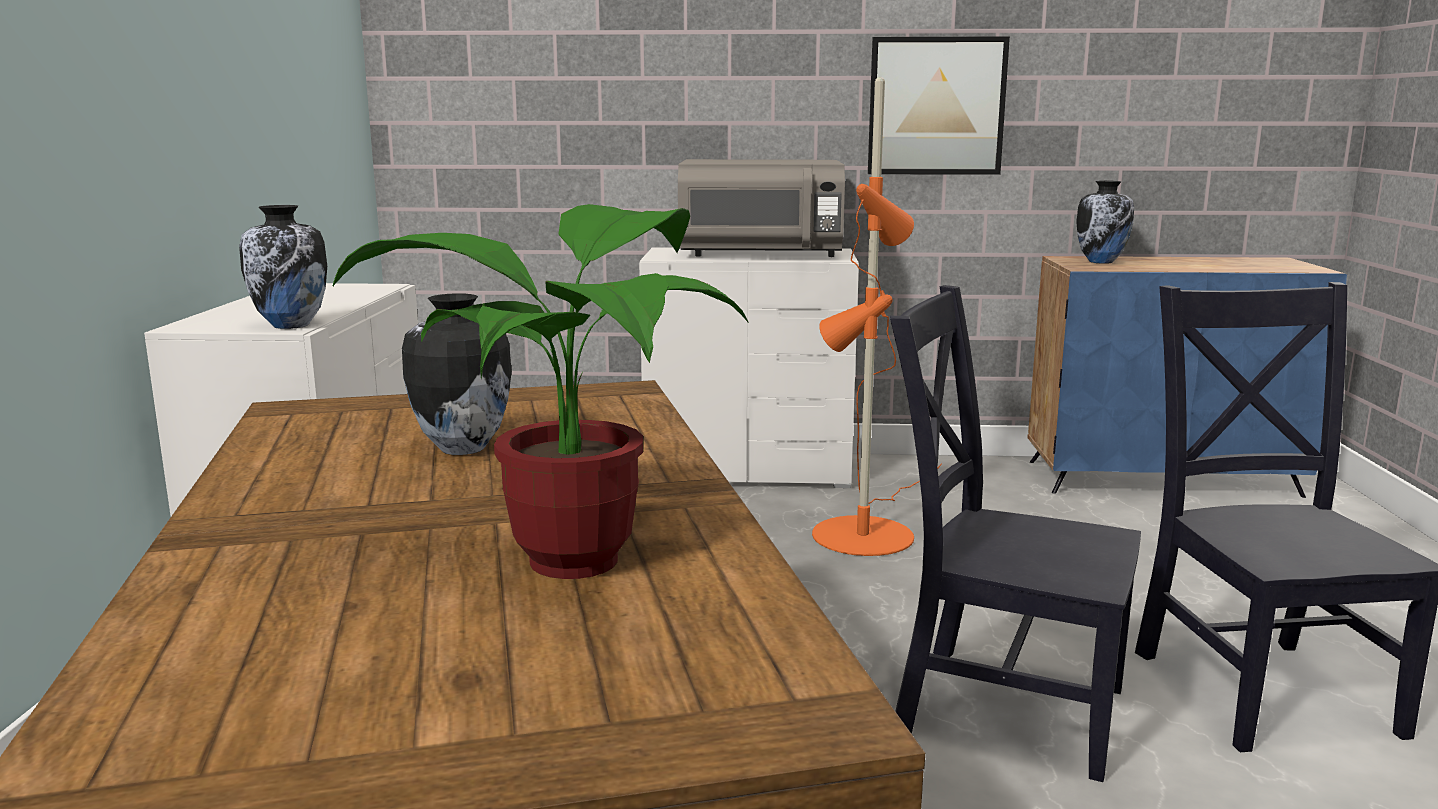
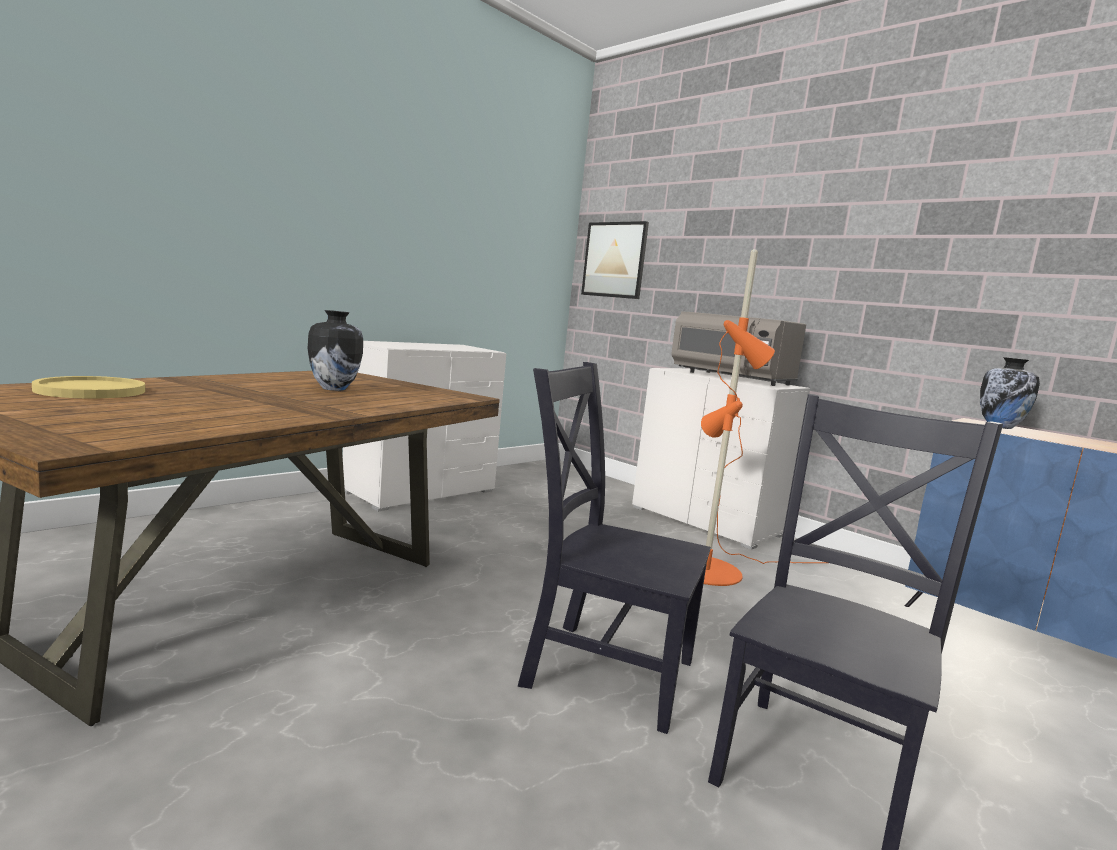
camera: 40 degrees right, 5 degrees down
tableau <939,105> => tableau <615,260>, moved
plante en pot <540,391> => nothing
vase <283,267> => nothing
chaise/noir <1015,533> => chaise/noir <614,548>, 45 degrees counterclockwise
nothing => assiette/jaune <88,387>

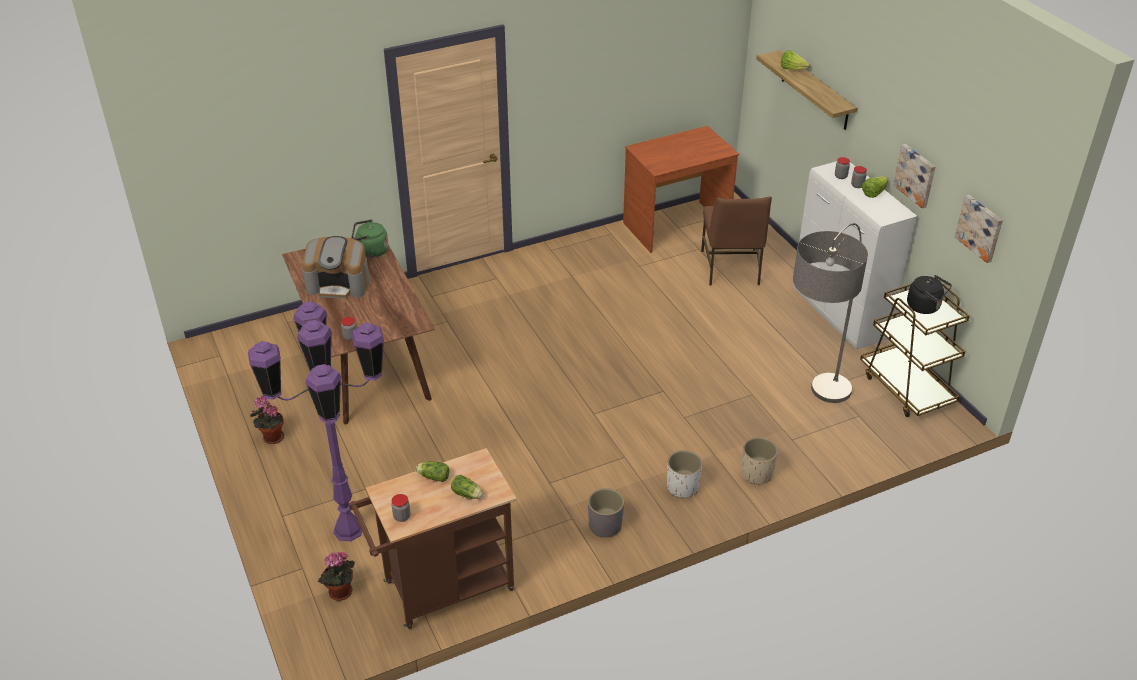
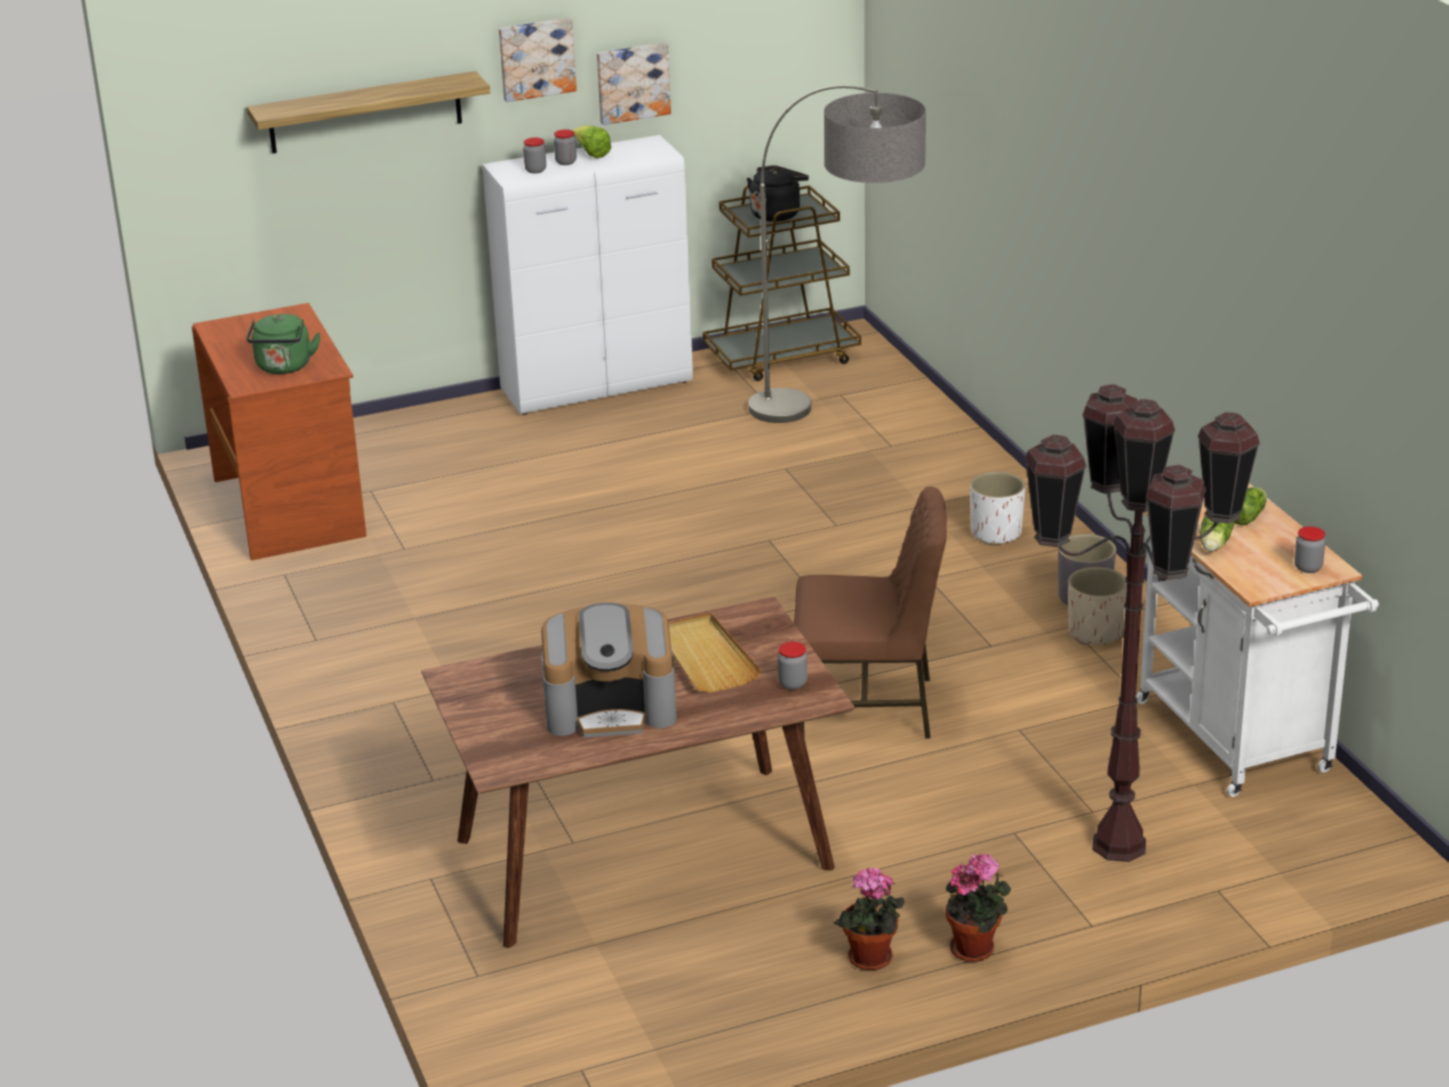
camera: 85 degrees left, 10 degrees down
laitue <796,60> => nothing
tableau <978,229> => tableau <538,60>, moved
chaise/marron <736,241> => chaise/marron <870,613>, moved
bouilloire/vert <369,238> => bouilloire/vert <283,344>, moved
machine à café <336,267> => machine à café <609,670>, 75 degrees clockwise
lampadaire/violet <316,421> => lampadaire/marron <1142,623>
cache-pot/beige <759,460> => cache-pot/beige <1097,606>, moved
chariot/marron <433,538> => chariot/blanc <1257,640>
plante en pot <336,576> => plante en pot <978,907>, moved
nothing => plateau/beige <715,653>

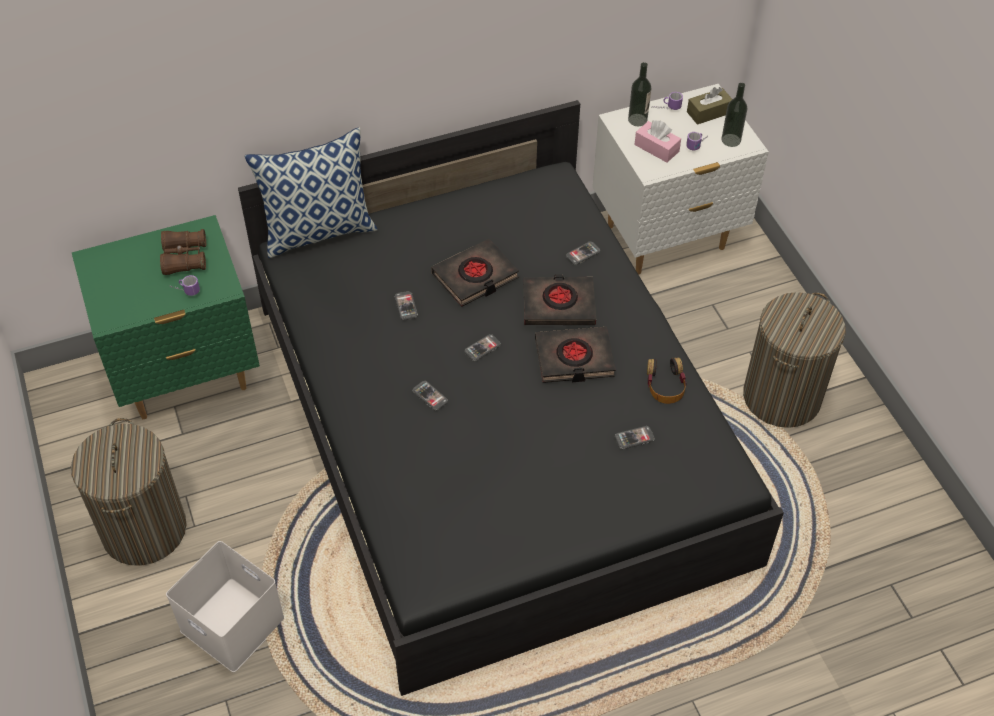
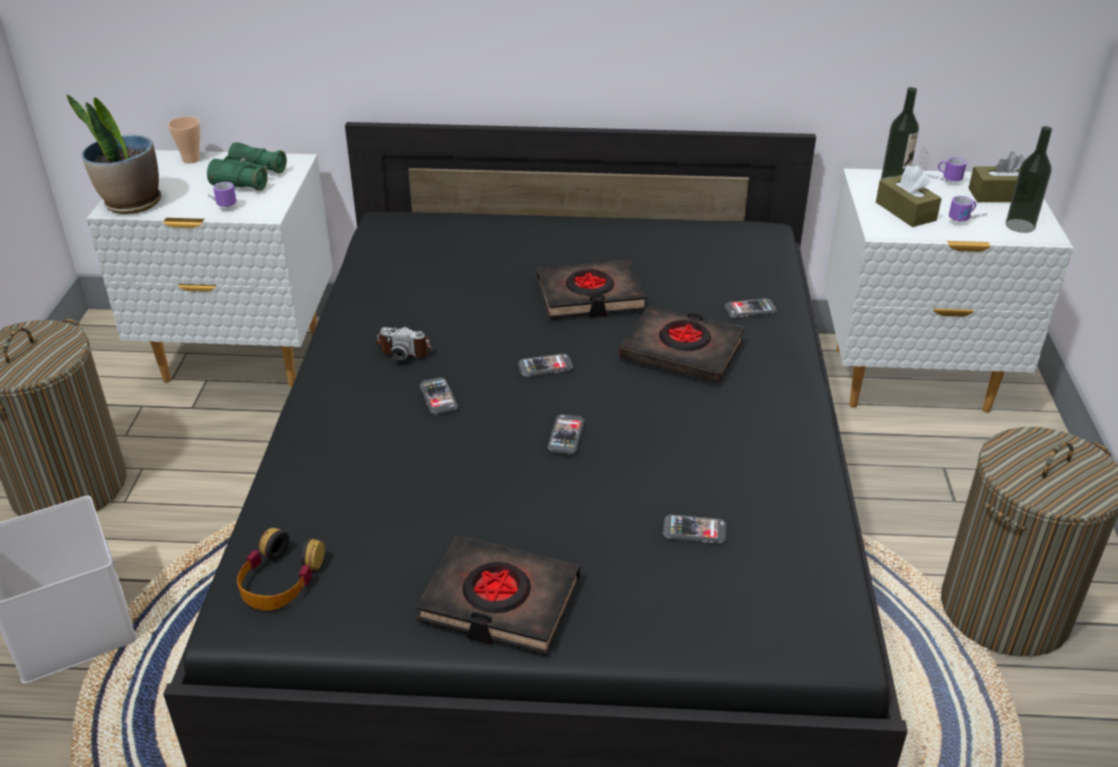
camera: 25 degrees right, 15 degrees down
boîte à mouchoirs/rose <657,141> => boîte à mouchoirs/marron <909,196>
coussin <311,192> => nothing
table de chevet/vert <166,317> => table de chevet/blanc <209,268>
jumelles/marron <183,252> => jumelles/vert <247,166>
téléphone <406,305> => téléphone <565,434>, moved
livre/noir <575,355> => livre/noir <498,595>, moved
casque audio <666,381> => casque audio <281,569>, moved
nothing => plante en pot <114,154>
nothing => tasse <184,140>
nothing => appareil photo <404,344>

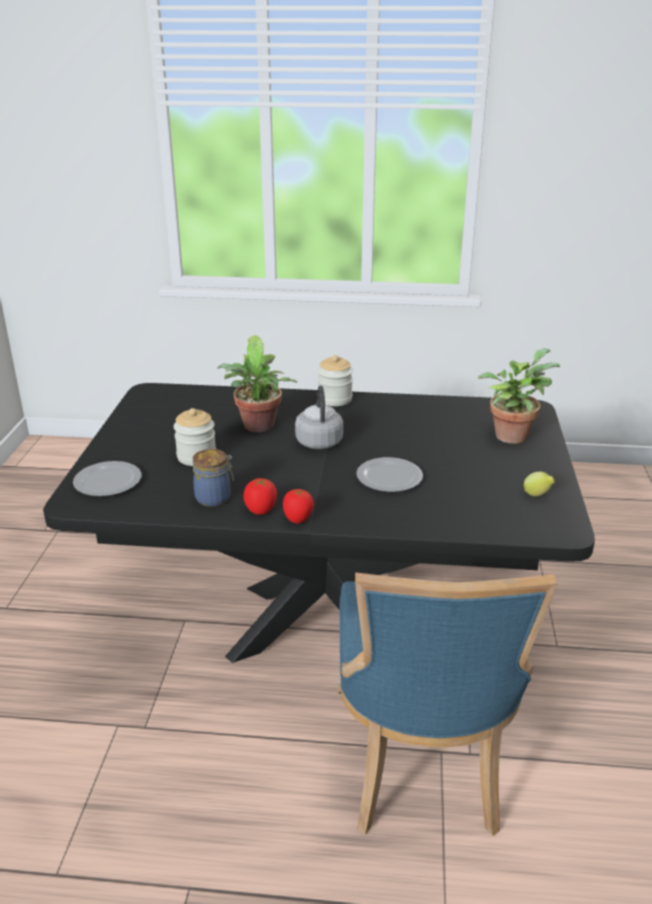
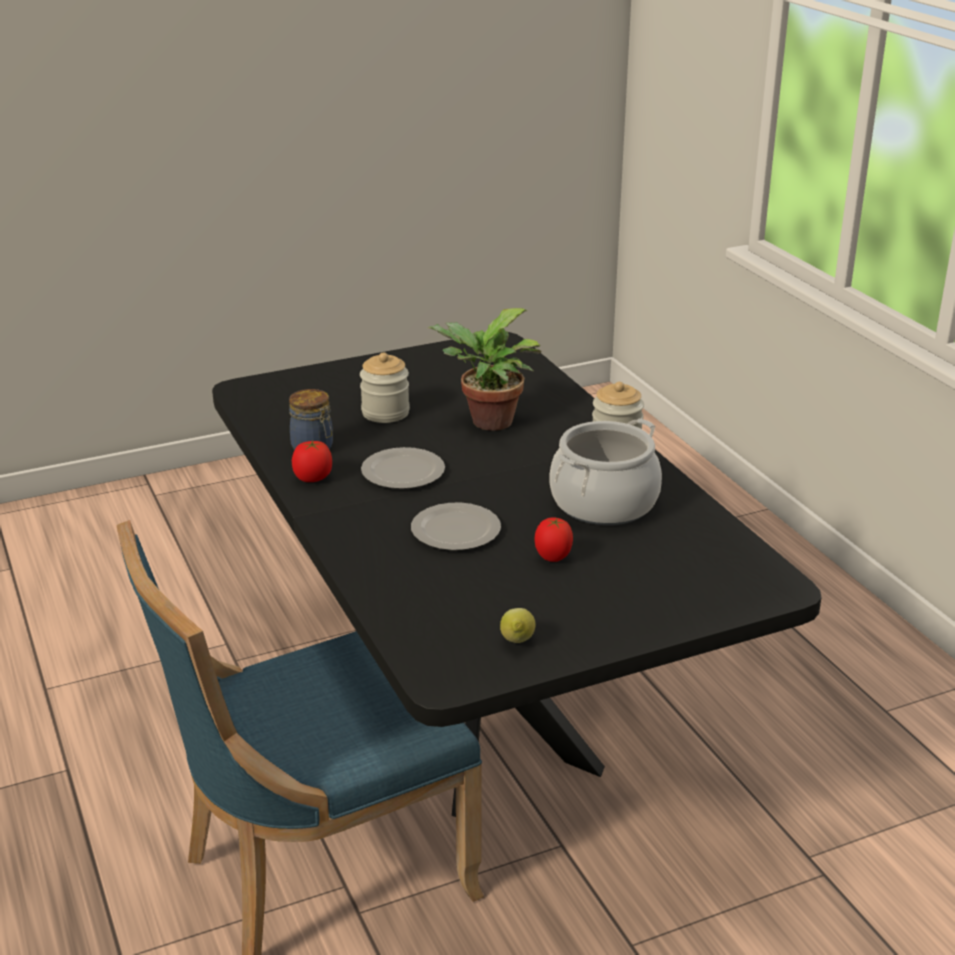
camera: 60 degrees right, 0 degrees up
plante en pot <519,396> => nothing
bouilloire/gris <319,417> => nothing
assiette <107,479> => assiette <403,468>, moved
tomate <298,506> => tomate <554,539>, moved
nothing => marmite <605,472>

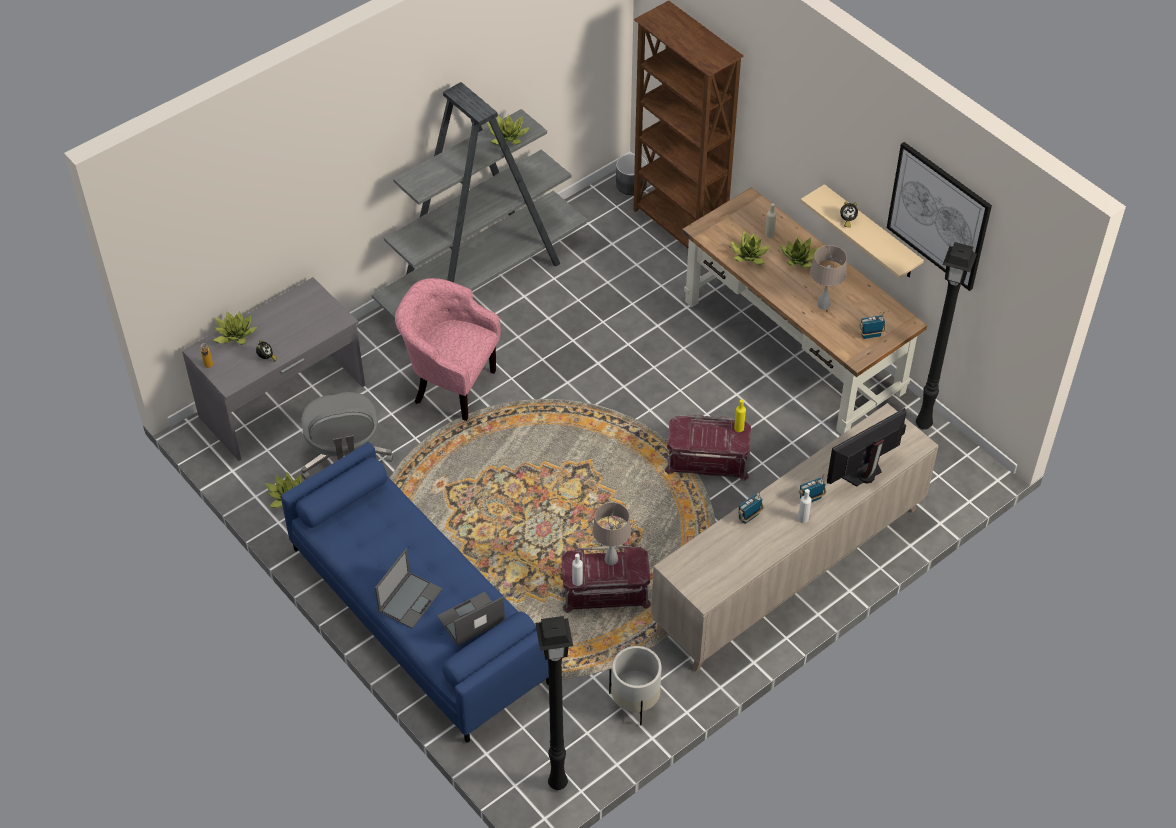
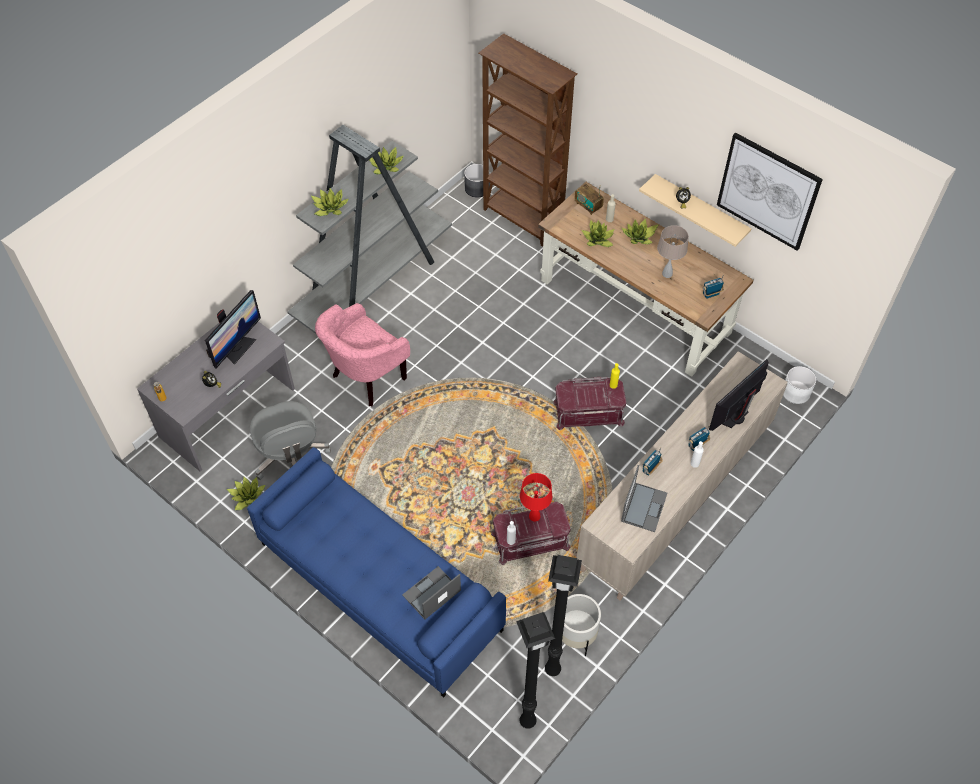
camera: 10 degrees left, 5 degrees up
lampadaire/noir <946,336> => lampadaire/noir <563,615>, moved
fauteuil/rose <448,349> => fauteuil/rose <362,354>, 60 degrees counterclockwise
plante en pot <234,328> => plante en pot <330,202>, moved
lampe de table/beige <612,533> => lampe de table/rouge <536,497>
ordinateur portable <408,589> => ordinateur portable <644,498>, moved
nothing => radio <589,199>
nothing => écran d'ordinateur <233,329>
nothing => cache-pot/blanc <799,385>

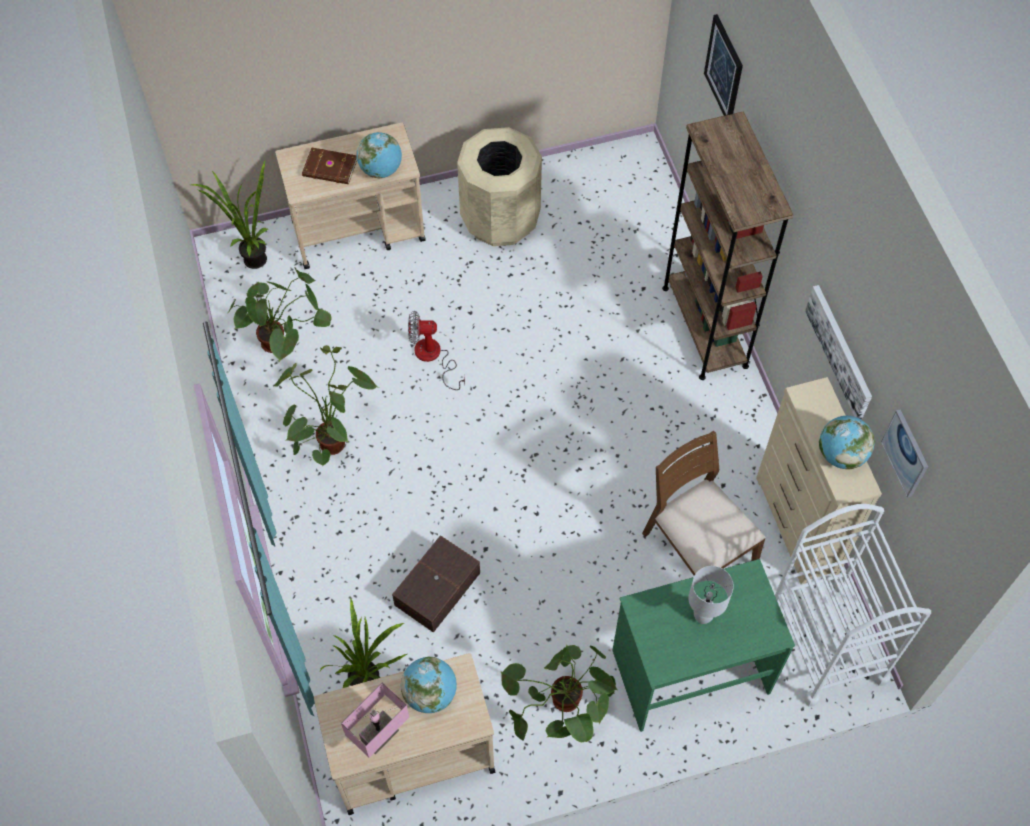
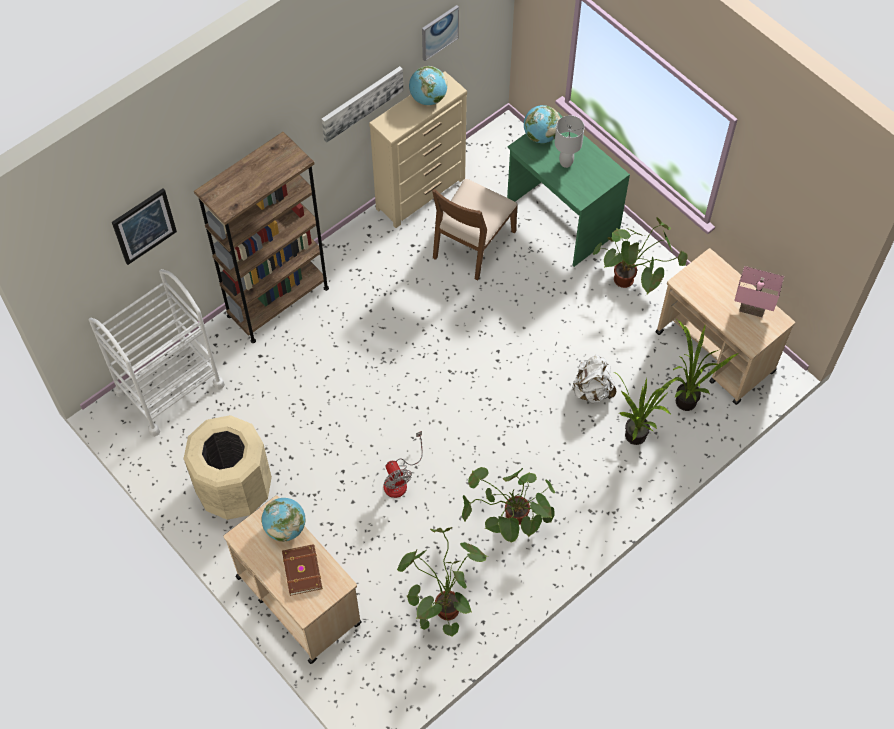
camera: 115 degrees left, 0 degrees up
plante en pot <230,215> => plante en pot <646,408>, moved
chariot/blanc <853,605> => chariot/blanc <157,353>, moved
boîte de rangement/marron <436,584> => sac à dos/blanc <594,379>
globe <429,685> => globe <542,124>, moved

